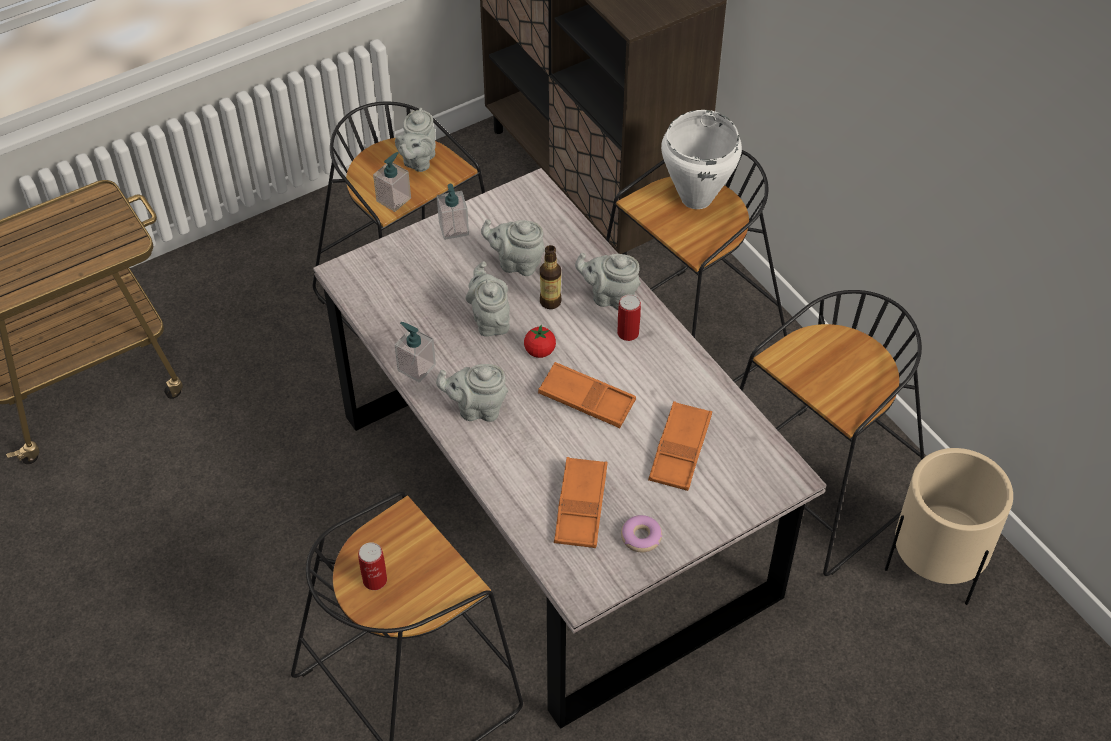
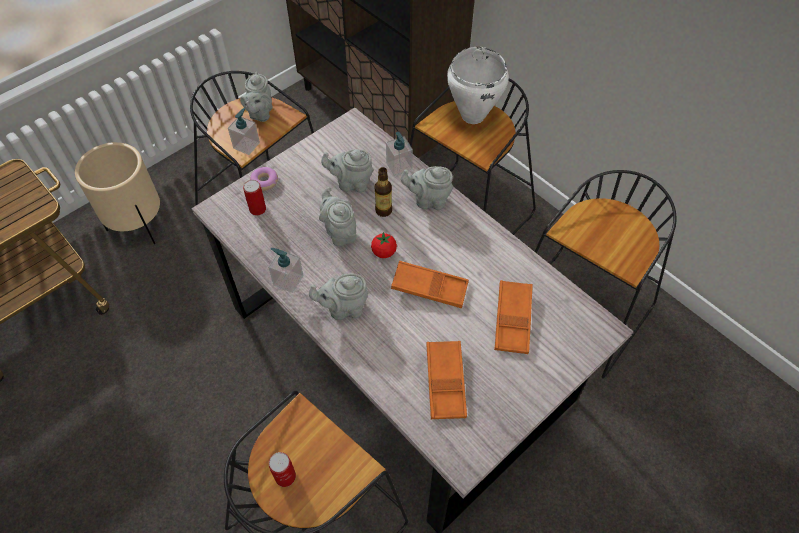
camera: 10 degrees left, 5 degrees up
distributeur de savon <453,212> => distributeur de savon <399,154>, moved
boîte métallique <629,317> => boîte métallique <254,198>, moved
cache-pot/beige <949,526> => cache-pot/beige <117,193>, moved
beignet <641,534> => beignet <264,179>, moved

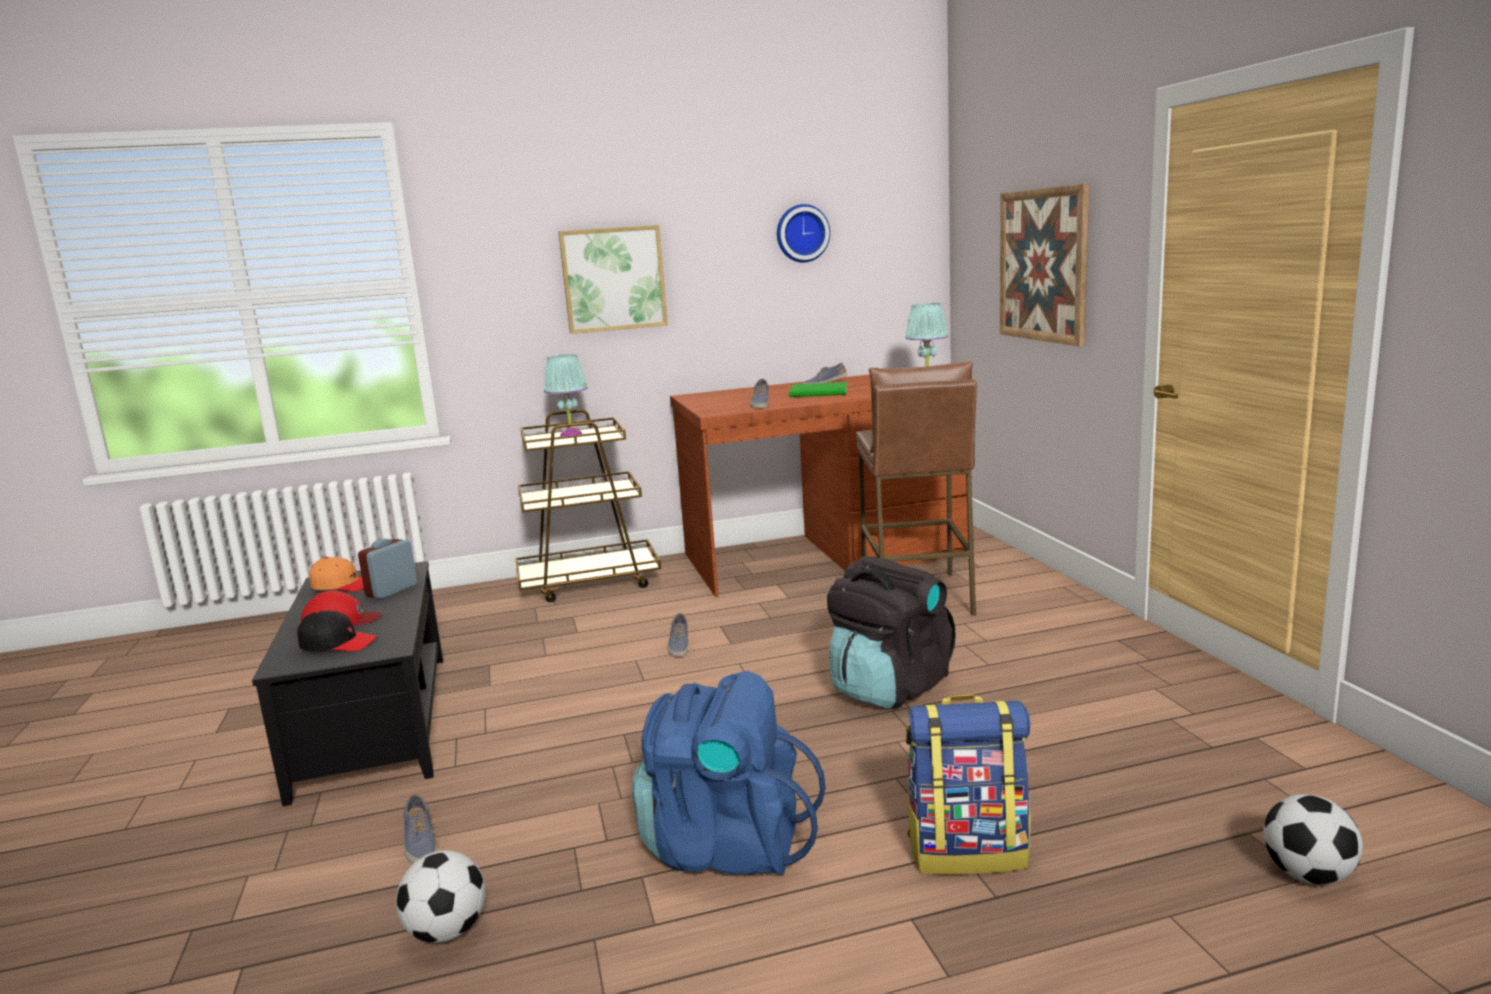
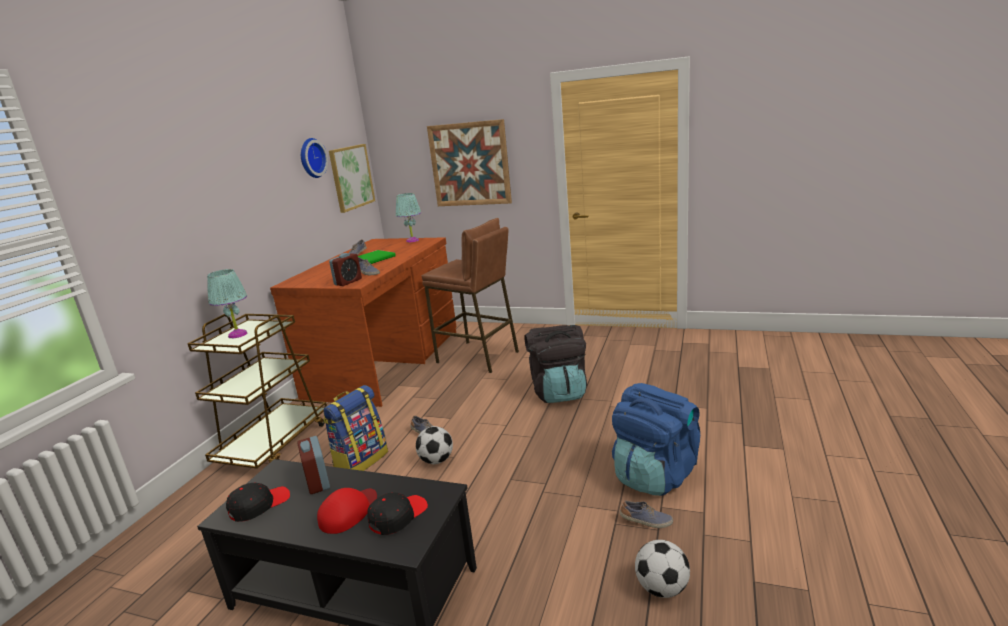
camera: 55 degrees left, 5 degrees up
tableau <613,279> => tableau <352,178>, moved
casquette/orange <336,574> => casquette/noir <258,502>
sac à dos <968,785> => sac à dos <355,428>, moved
chaussure <420,828> => chaussure <646,514>, moved
ballon de foot <1313,839> => ballon de foot <434,445>, moved
nothing => réveil <345,269>

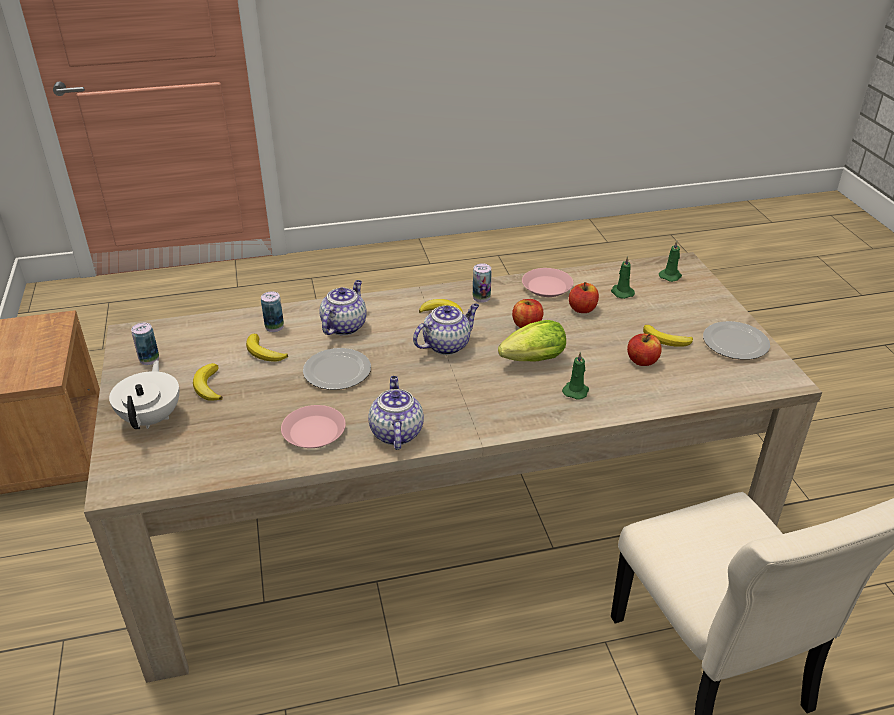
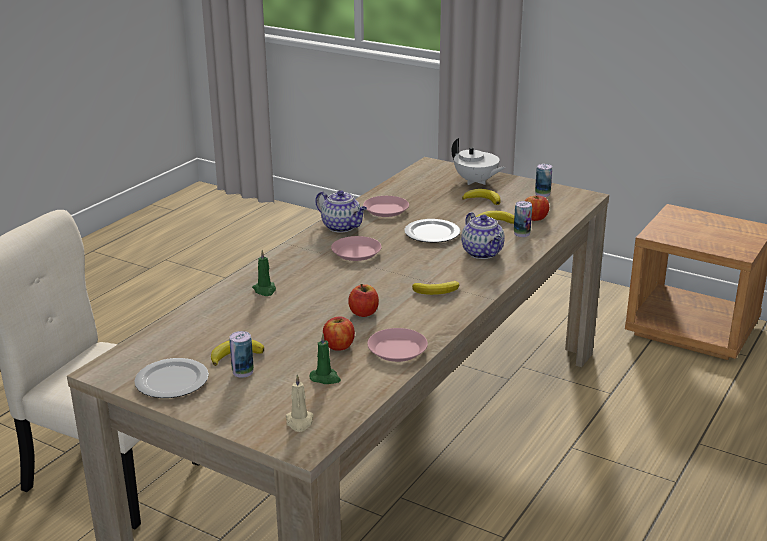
camera: 135 degrees right, 10 degrees down
bougie/vert <670,261> => bougie/beige <300,403>
boîte métallique <482,283> => boîte métallique <241,354>, moved
théière <446,329> => nothing
laitue <532,341> => nothing
pomme <644,350> => pomme <537,208>, moved
nothing => assiette/rose <356,248>

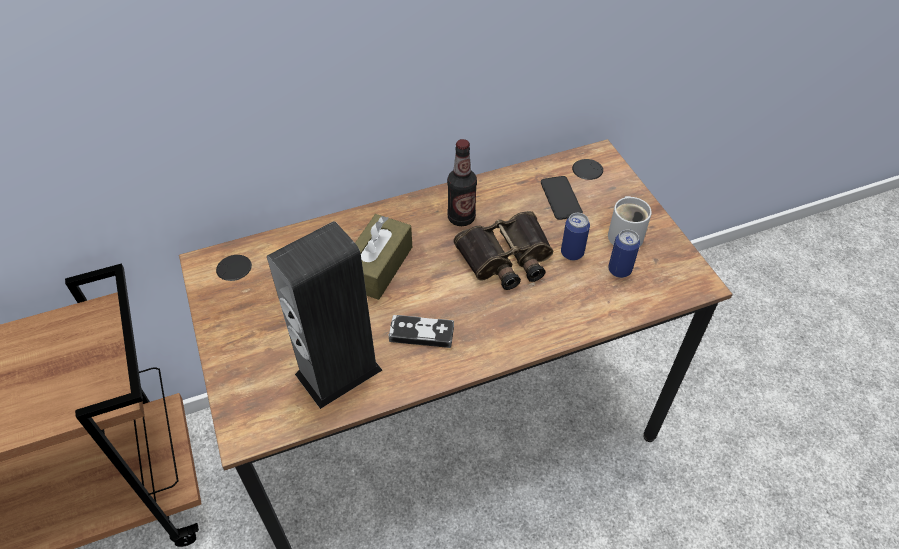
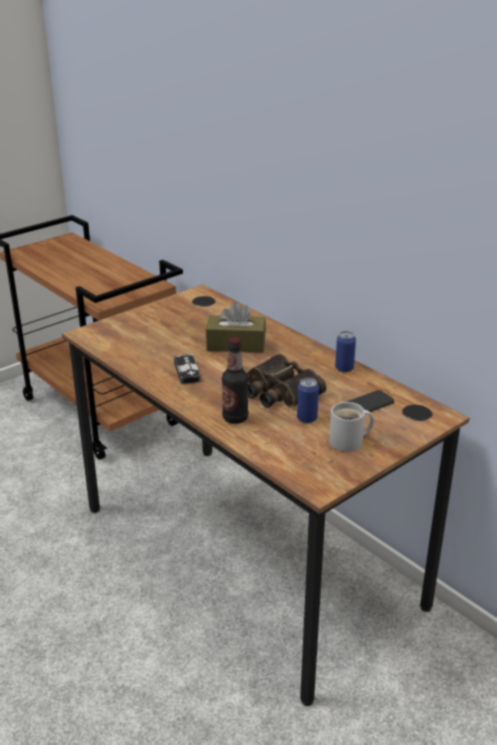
camera: 70 degrees right, 20 degrees down
bouteille <462,182> => bouteille <235,380>, moved
enceinte <324,315> => nothing
boîte métallique <624,253> => boîte métallique <345,351>, moved

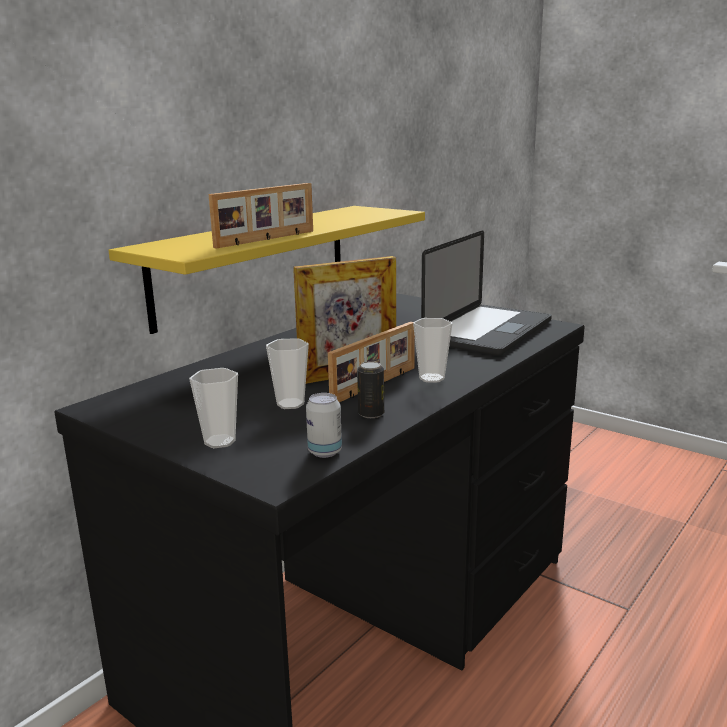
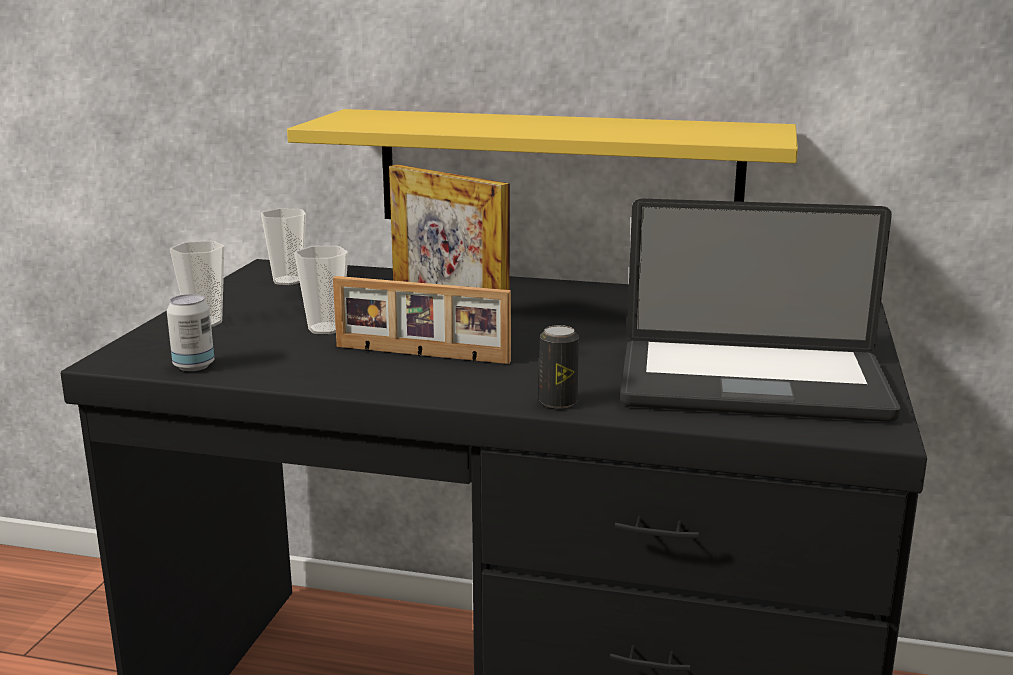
camera: 65 degrees right, 0 degrees up
cadre photo <261,216> => nothing
tasse <433,350> => tasse <283,246>, moved
boîte métallique <370,389> => boîte métallique <559,367>, moved

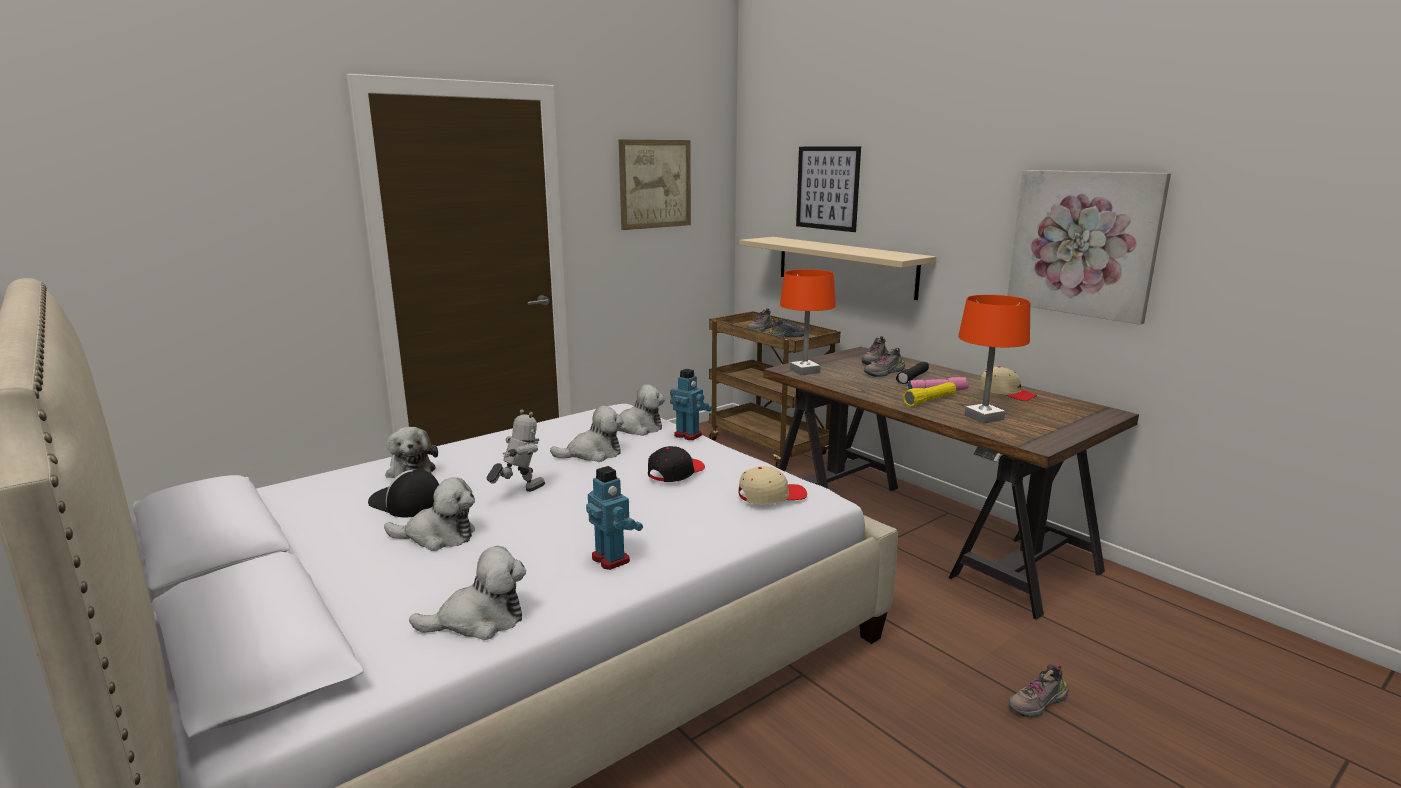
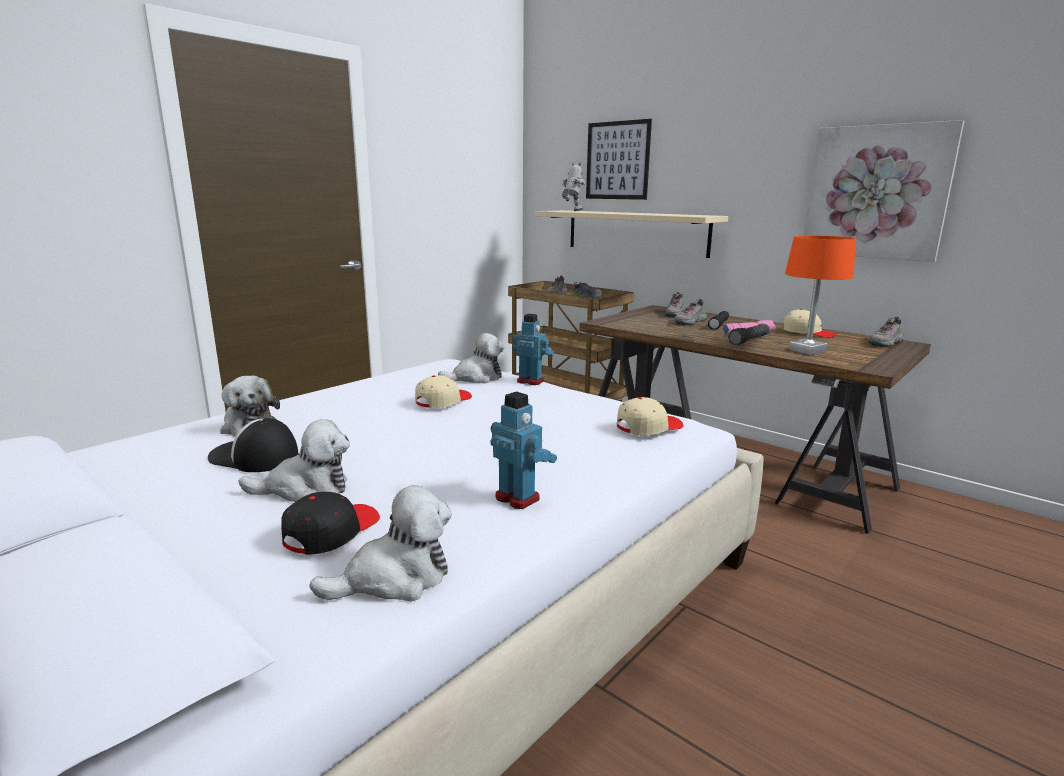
camera: 10 degrees left, 0 degrees up
tableau <655,185> => nothing
lampe de table/orange <808,322> => nothing
lampe de poche/jaune <929,394> => lampe de poche/noir <748,334>
peluche <587,434> => casquette/beige <443,391>
robot jouet <516,450> => robot jouet <573,187>, moved
casquette/noir <676,464> => casquette/noir <331,523>, moved
chaussure <1038,690> => chaussure <886,331>, moved

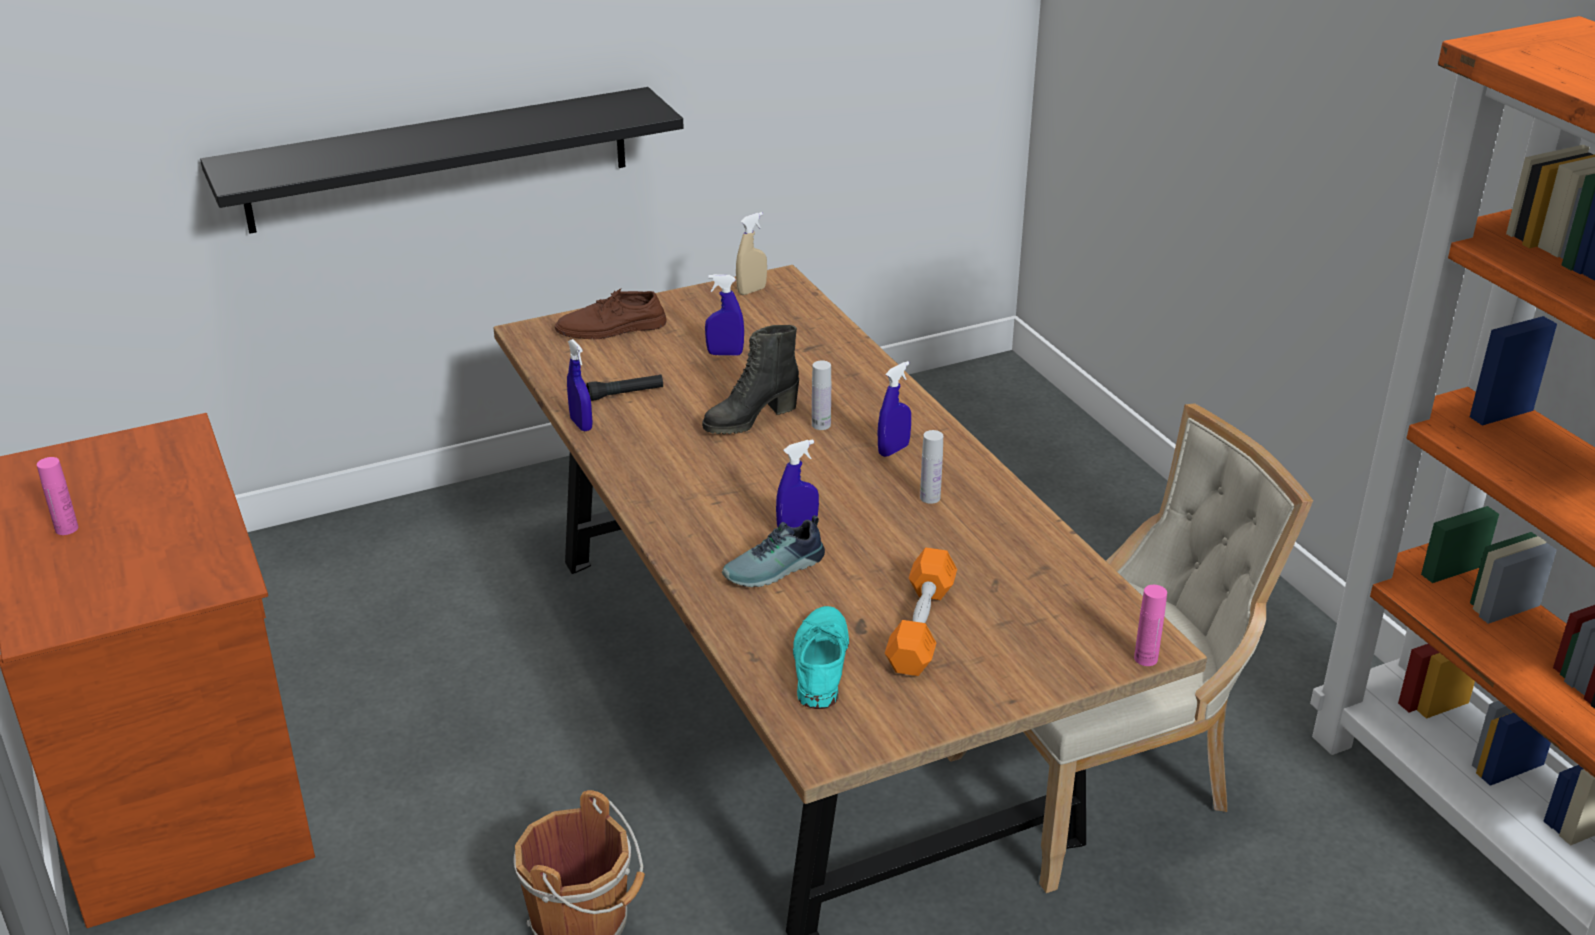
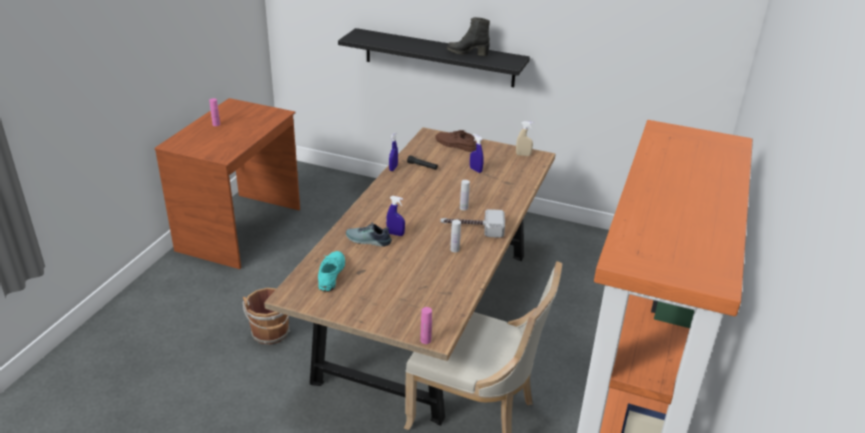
camera: 45 degrees right, 0 degrees up
botte/noir <750,379> => botte/noir <468,36>, moved
vaporisateur/bleu <894,409> => marteau <472,223>
haltère/orange <921,612> => nothing
chaussure/turquoise <821,657> => chaussure/turquoise <331,271>, 45 degrees counterclockwise

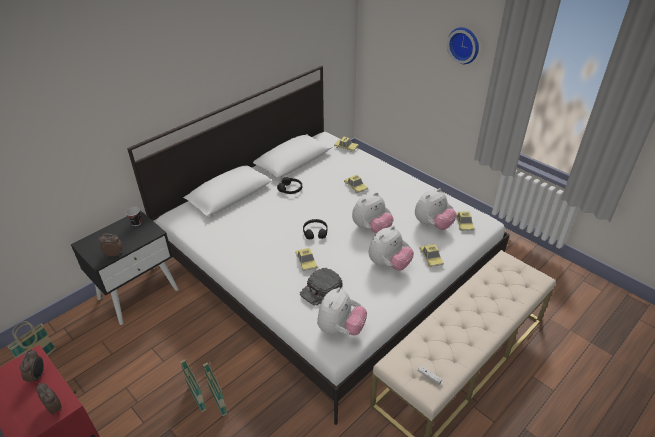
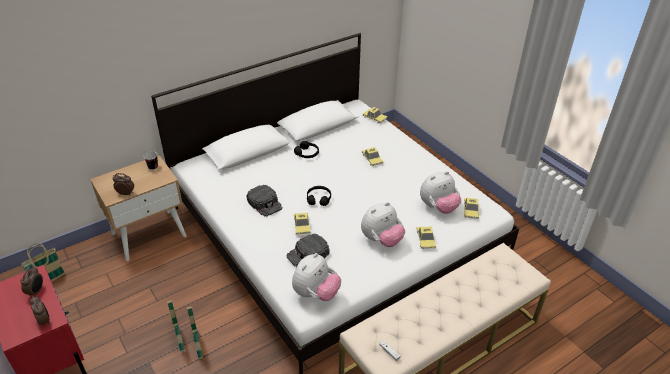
camera: 10 degrees right, 0 degrees up
horloge murale <463,45> => nothing
peluche <373,212> => nothing
table de chevet/noir <125,267> => table de chevet/beige <138,208>
nothing => casquette/noir <264,201>

